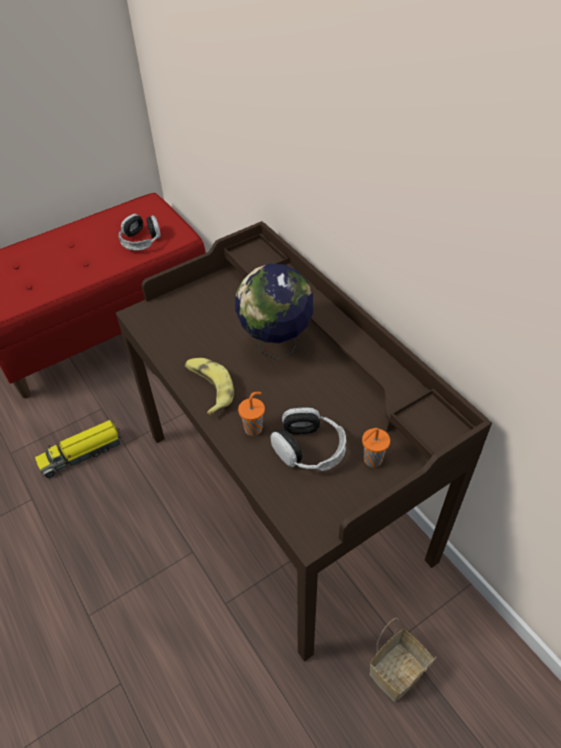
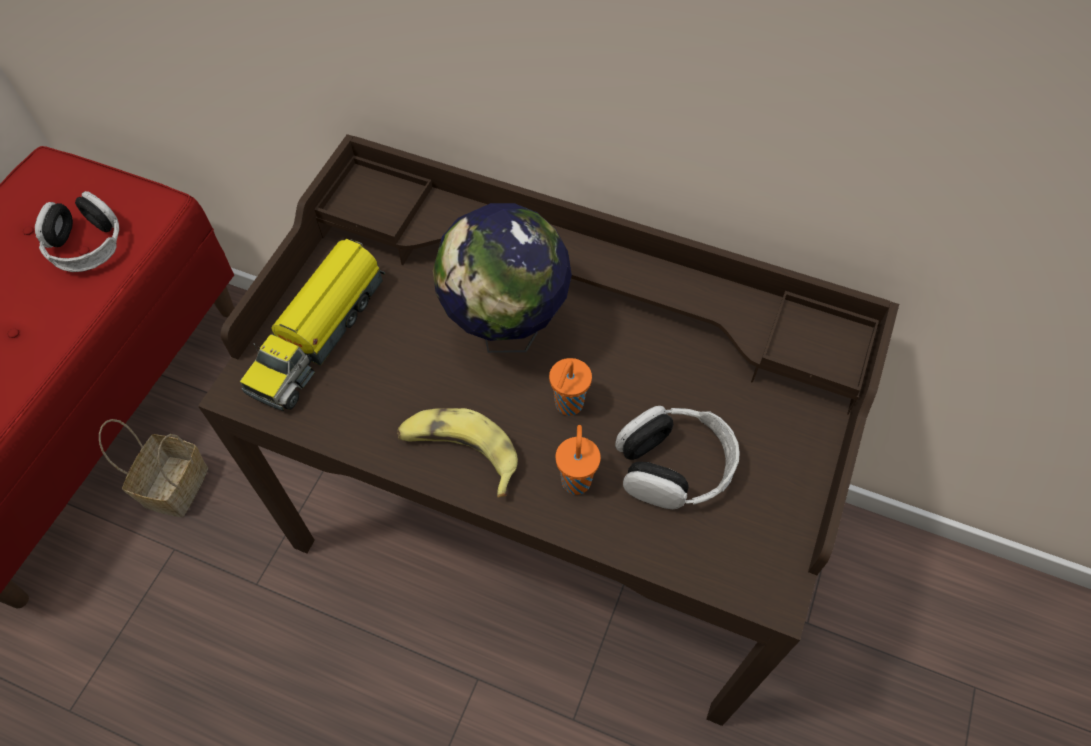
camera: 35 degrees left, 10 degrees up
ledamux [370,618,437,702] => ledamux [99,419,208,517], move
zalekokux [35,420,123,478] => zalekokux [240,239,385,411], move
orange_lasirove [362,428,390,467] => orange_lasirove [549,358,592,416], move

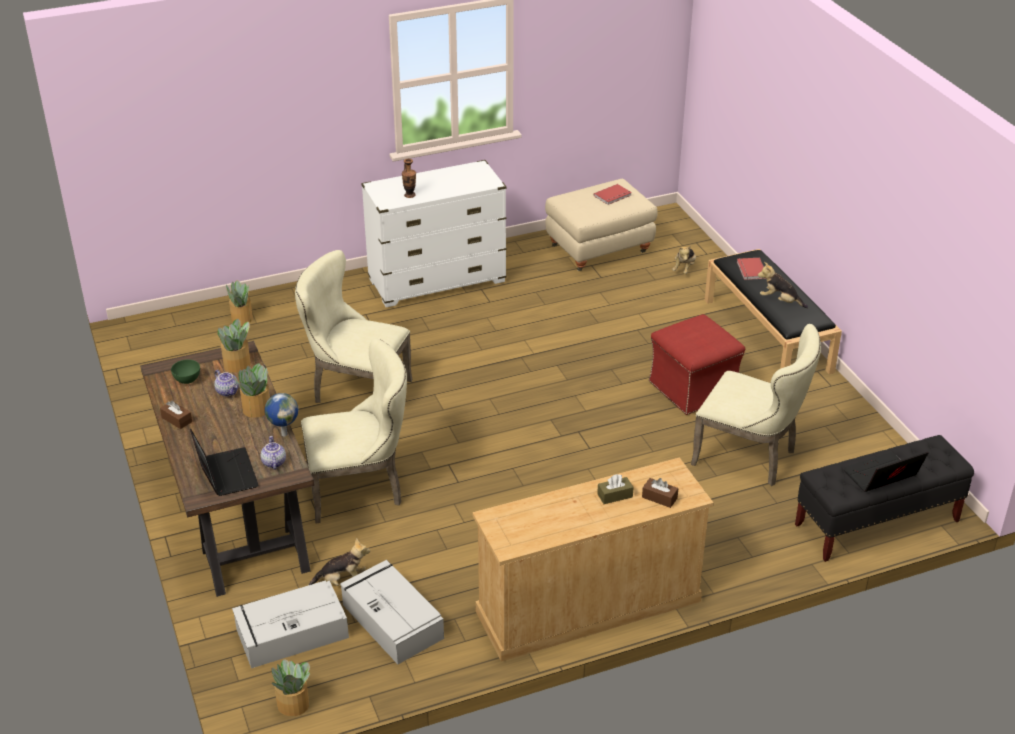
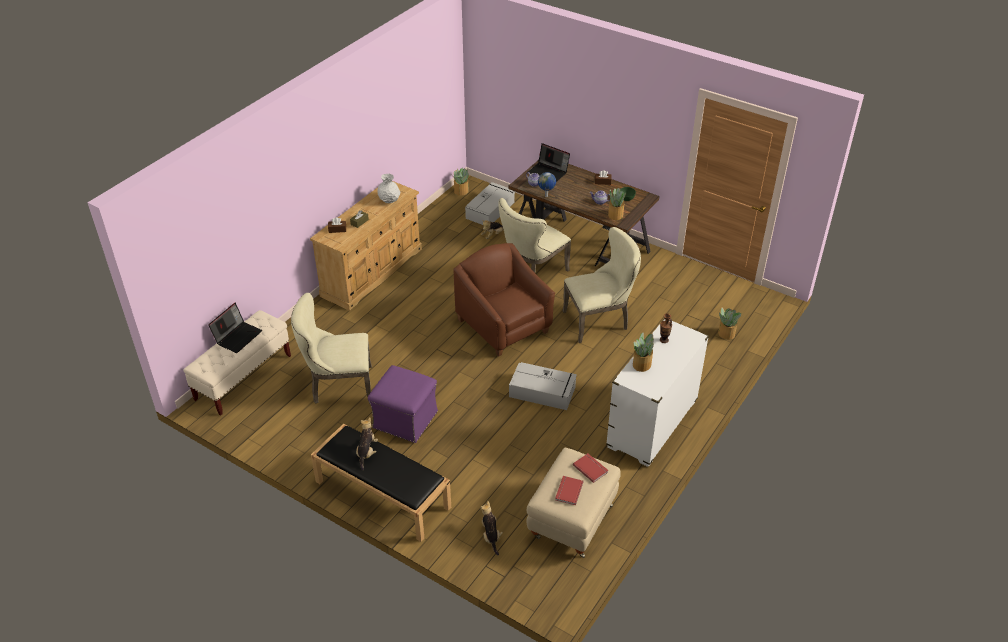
camera: 145 degrees right, 5 degrees up
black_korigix [795,435,974,562] => beige_korigix [184,310,291,415]
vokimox [758,262,808,308] => vokimox [356,417,378,471], 75 degrees counterclockwise
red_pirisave [649,314,745,415] => purple_pirisave [368,365,438,443]
nothing => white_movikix [377,174,400,203]
nothing => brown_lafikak [453,243,555,356]
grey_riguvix [340,560,444,664] => grey_riguvix [509,362,577,410], move
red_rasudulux [737,258,766,280] => red_rasudulux [573,453,609,483], move
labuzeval [232,363,270,418] => labuzeval [633,332,654,372], move

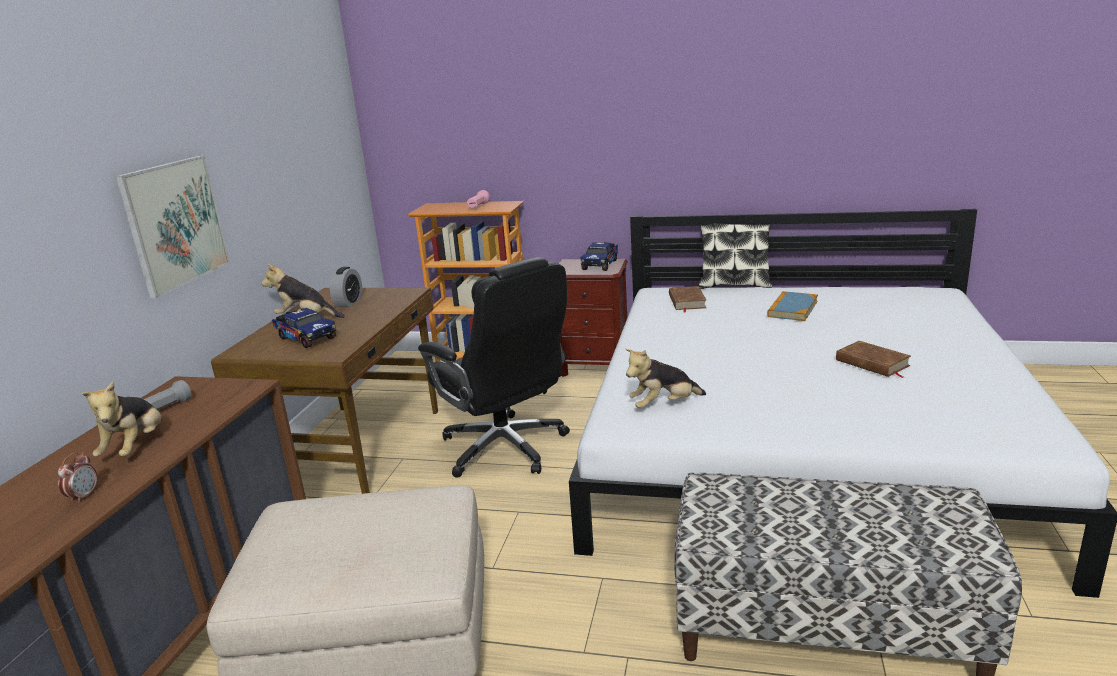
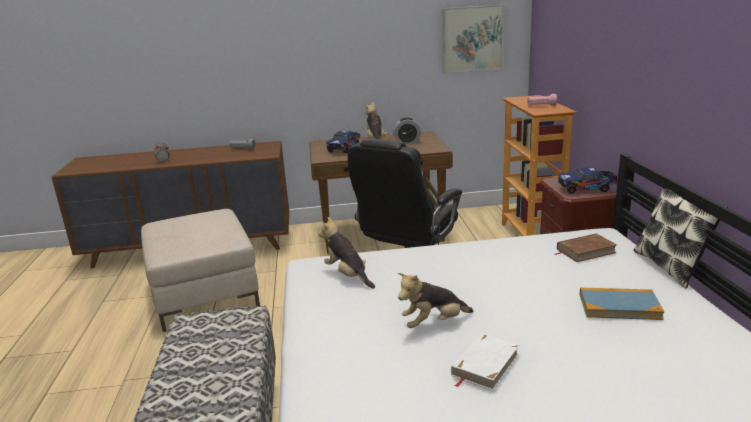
camera: 70 degrees right, 0 degrees up
vokimox [82,382,162,457] => vokimox [398,273,473,328], move
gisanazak [116,155,230,298] => gisanazak [442,5,504,73], move
brown_rasudulux [836,341,911,378] => white_rasudulux [451,333,519,391]

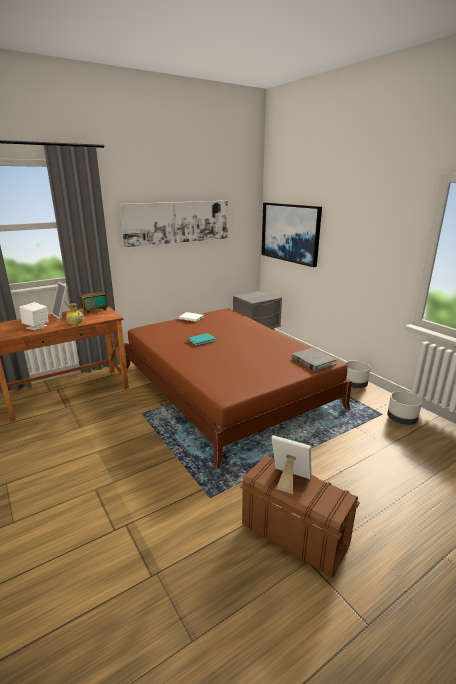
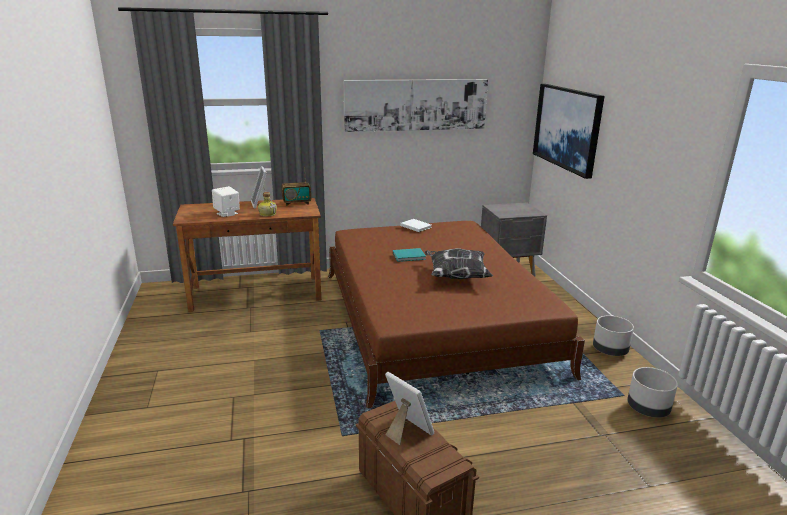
camera: 20 degrees right, 0 degrees up
nothing => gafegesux [425,248,493,279]
grey_rasudulux [292,348,336,371] => nothing

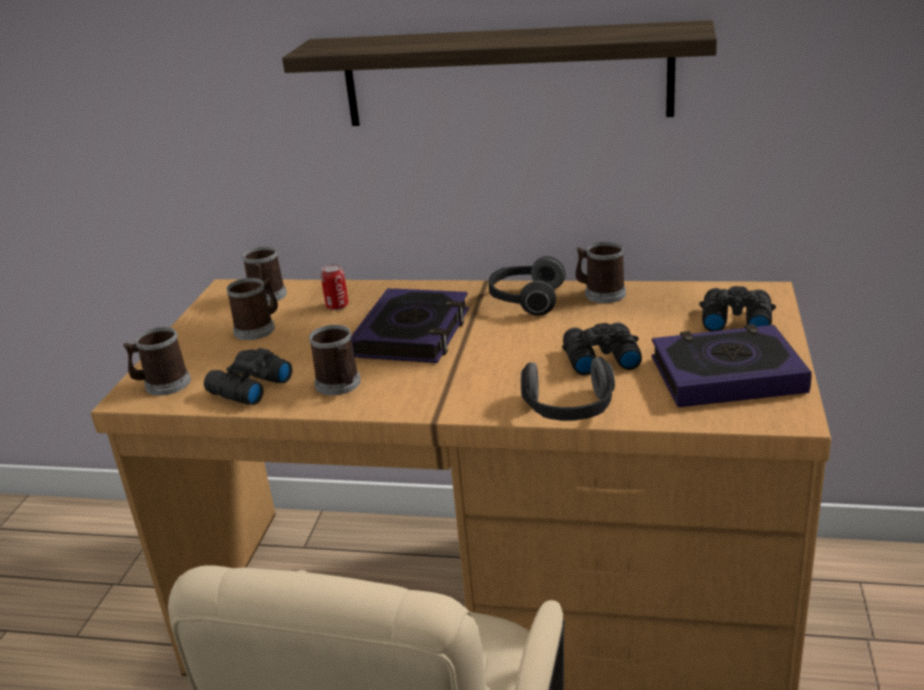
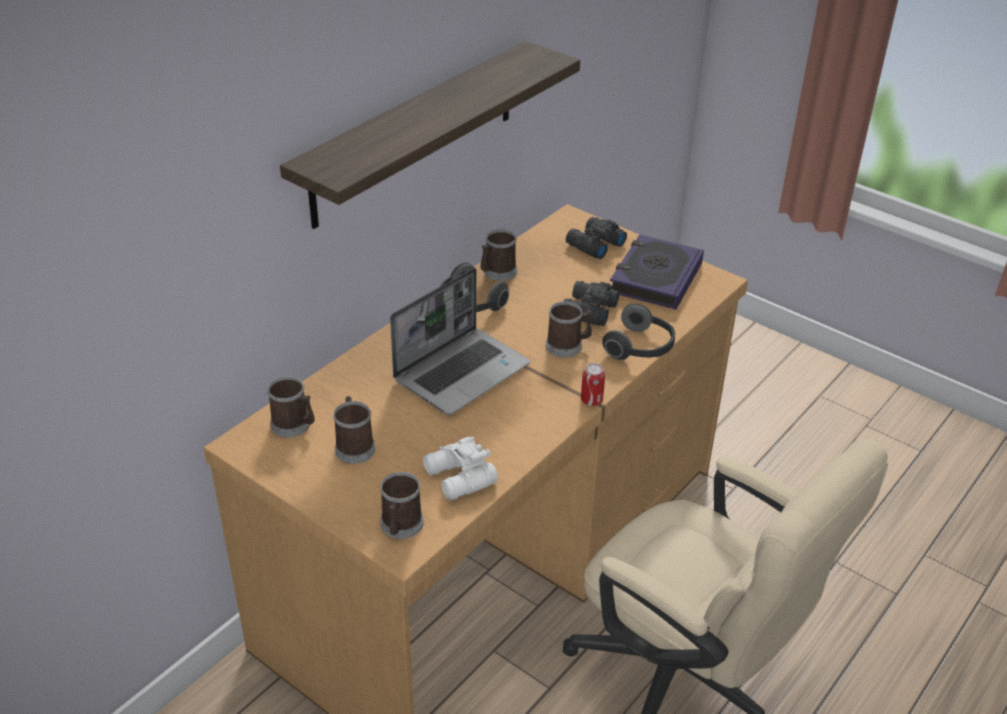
camera: 65 degrees left, 10 degrees up
rasudulux [351,288,469,363] => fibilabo [390,268,530,415]
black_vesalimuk [204,348,292,405] => white_vesalimuk [423,436,498,500]
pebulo [309,325,361,395] => pebulo [546,302,592,358], move
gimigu [321,264,349,310] => gimigu [581,363,605,406], move

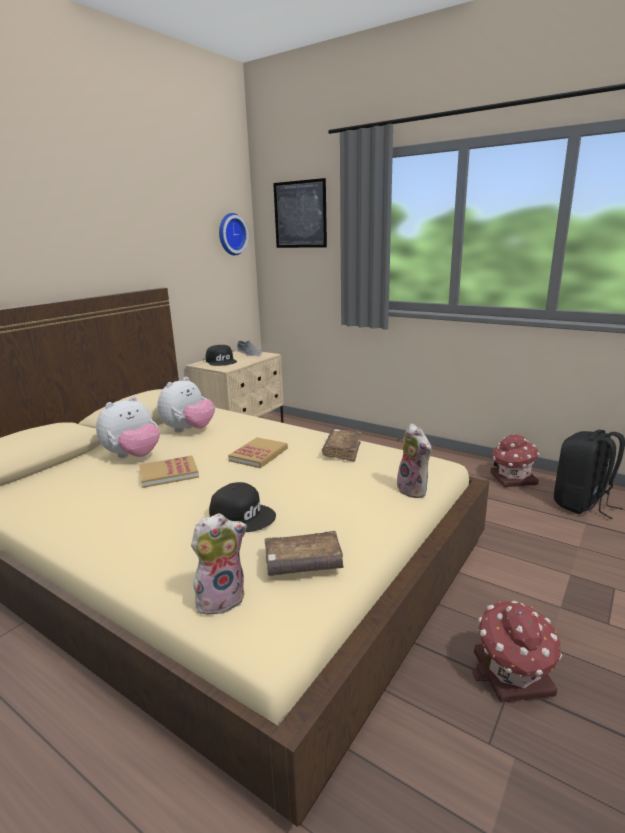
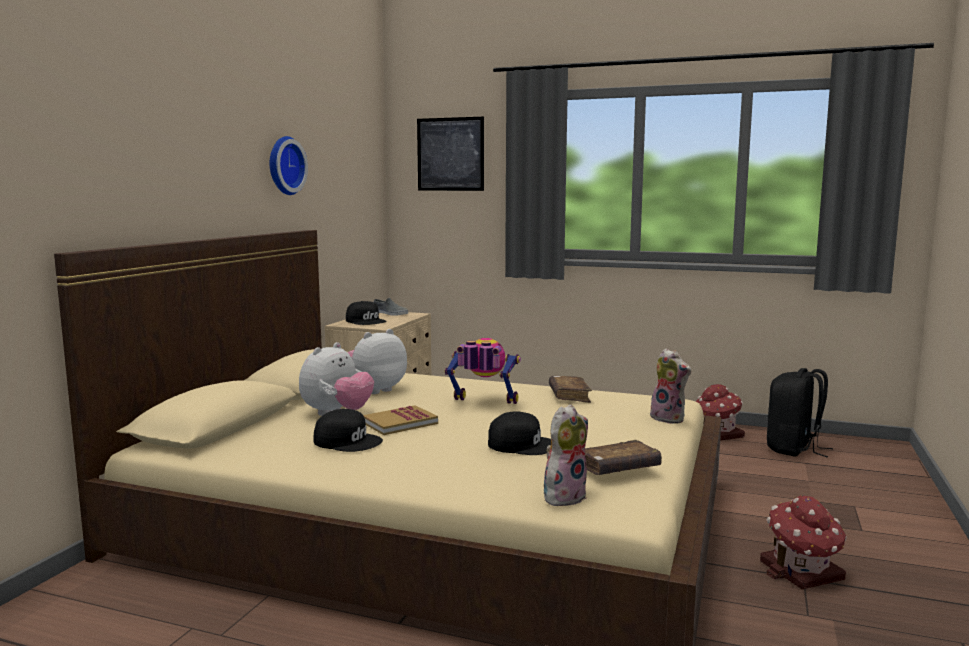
camera: 15 degrees left, 10 degrees down
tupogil [219,213,249,255] => tupogil [270,136,308,195], move
nothing => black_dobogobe [313,409,383,452]
vokimox [157,377,215,432] => vokimox [348,329,407,394], 150 degrees counterclockwise
rasudulux [228,437,288,468] => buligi [444,338,521,404]

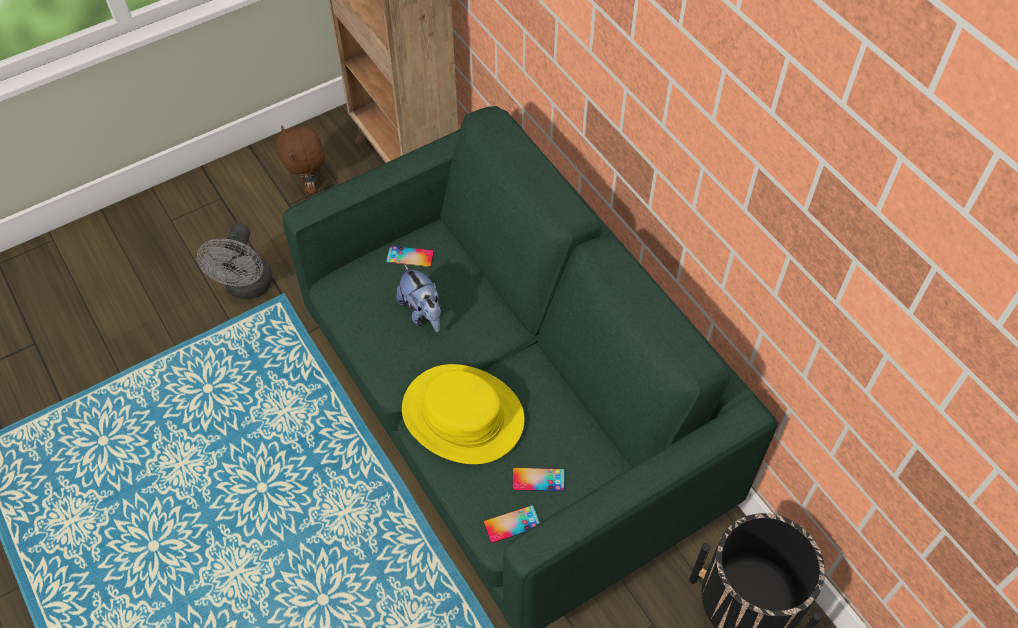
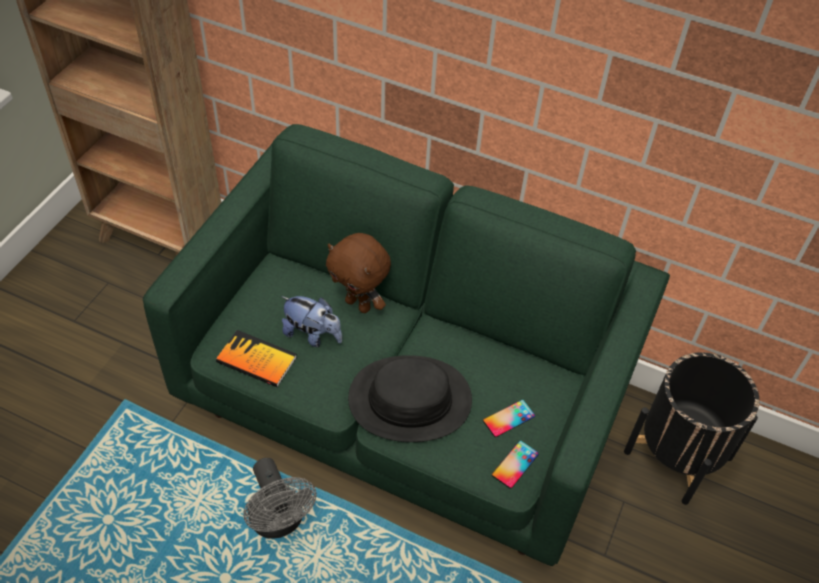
camera: 35 degrees left, 5 degrees down
nothing => rasudulux [216,330,297,387]
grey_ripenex [197,223,273,299] => grey_ripenex [243,458,317,539], move
brown_vokimox [276,125,325,194] => brown_vokimox [326,233,391,313], move
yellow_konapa [402,364,525,464] => black_konapa [348,355,472,442]
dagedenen [386,246,434,268] => nothing

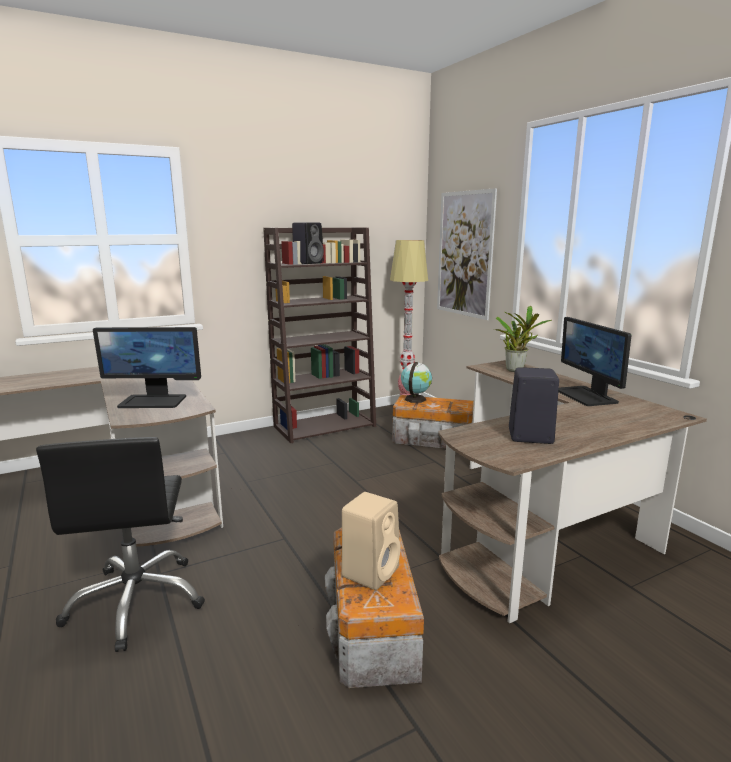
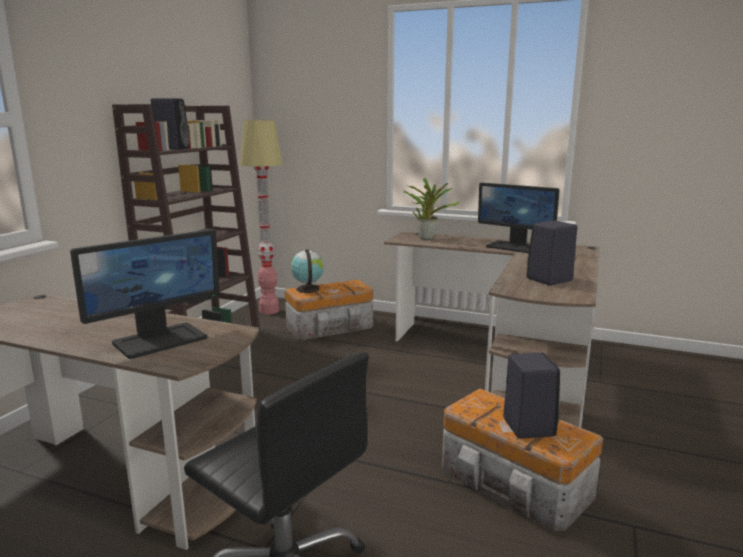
camera: 40 degrees left, 0 degrees up
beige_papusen [341,492,401,590] => black_papusen [503,352,560,439]
gisanazak [437,188,497,320] => nothing

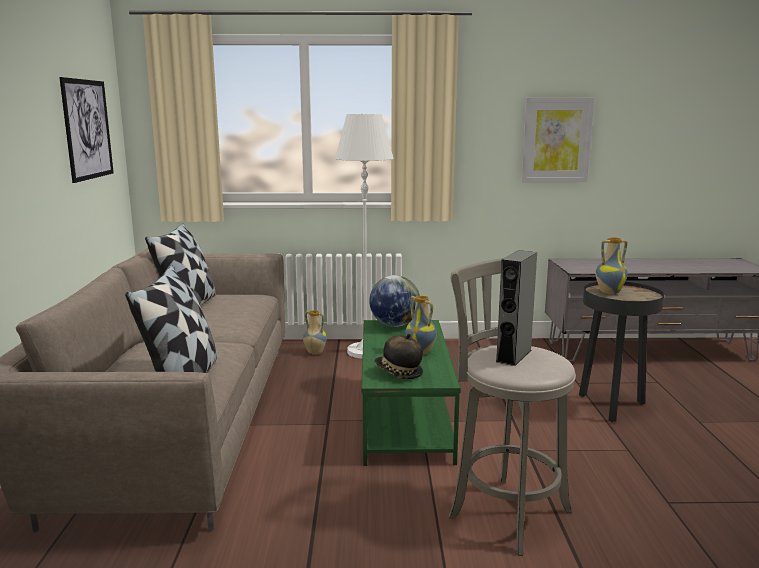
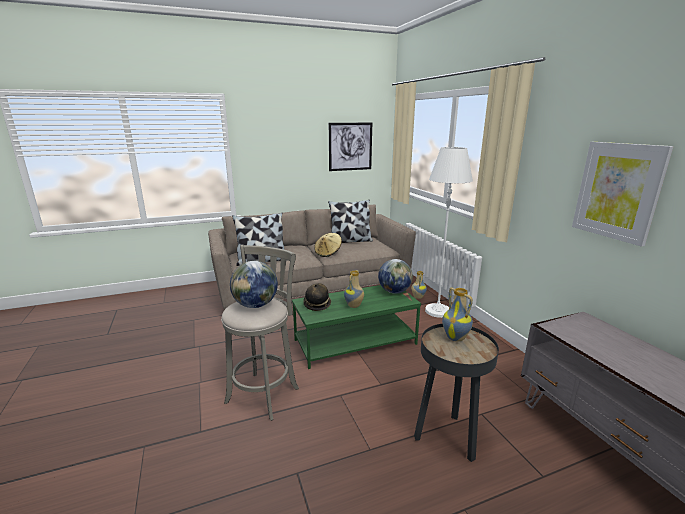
camera: 70 degrees right, 5 degrees up
grey_papusen [496,250,537,366] => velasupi [230,261,278,308]
nothing => beige_konapa [314,233,342,257]

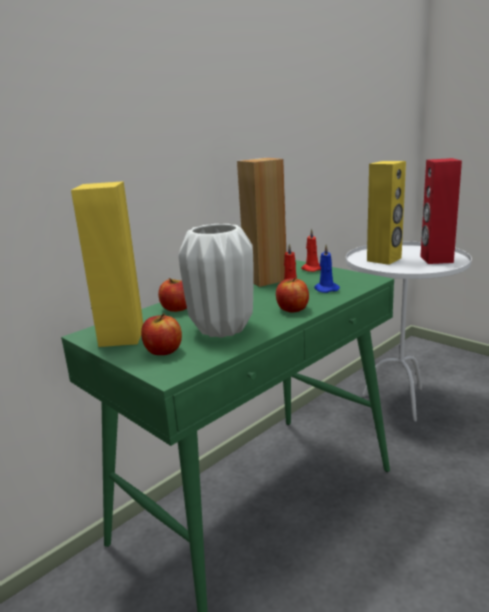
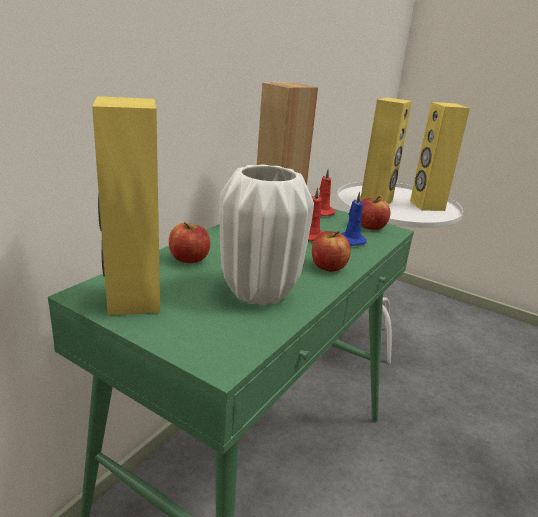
camera: 15 degrees left, 5 degrees up
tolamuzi [141,313,182,355] => tolamuzi [361,196,391,230], move
red_papusen [420,158,462,264] => yellow_papusen [410,102,470,211]

